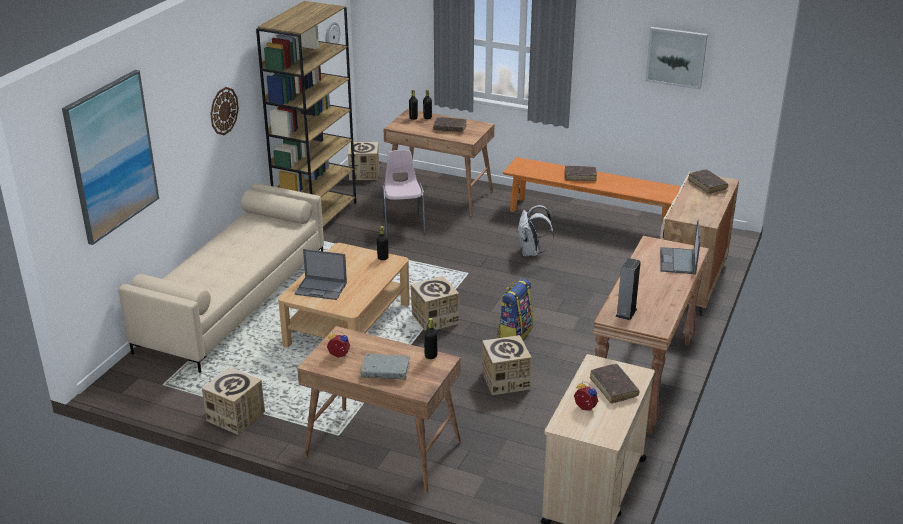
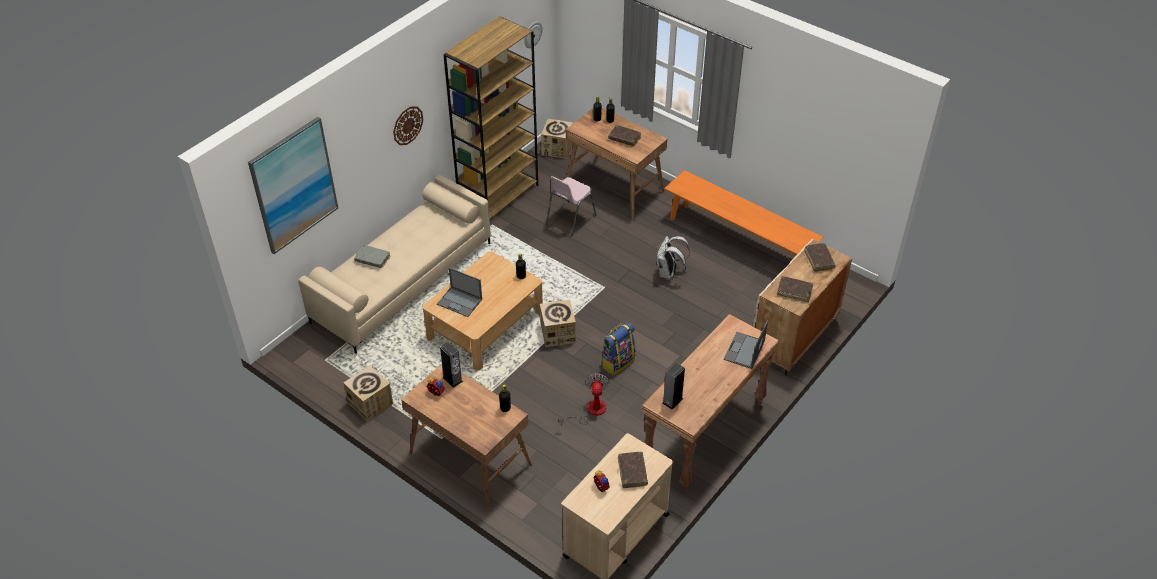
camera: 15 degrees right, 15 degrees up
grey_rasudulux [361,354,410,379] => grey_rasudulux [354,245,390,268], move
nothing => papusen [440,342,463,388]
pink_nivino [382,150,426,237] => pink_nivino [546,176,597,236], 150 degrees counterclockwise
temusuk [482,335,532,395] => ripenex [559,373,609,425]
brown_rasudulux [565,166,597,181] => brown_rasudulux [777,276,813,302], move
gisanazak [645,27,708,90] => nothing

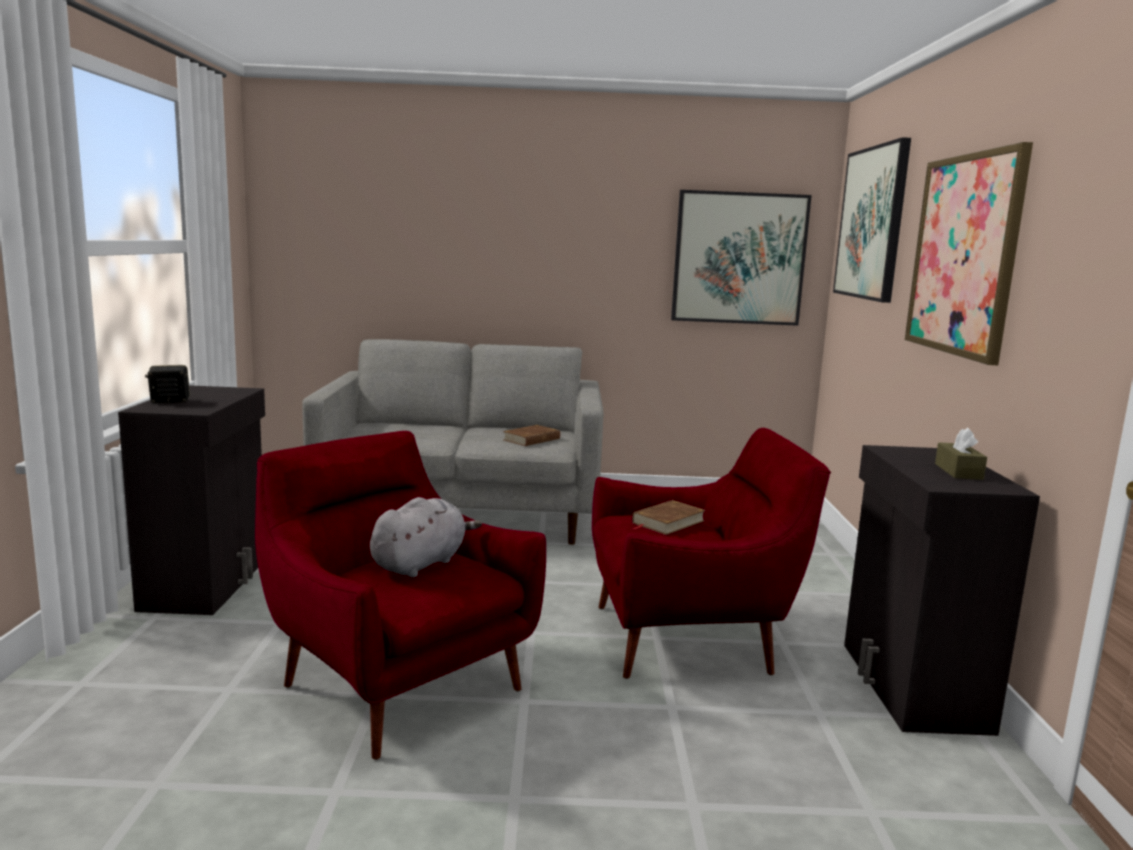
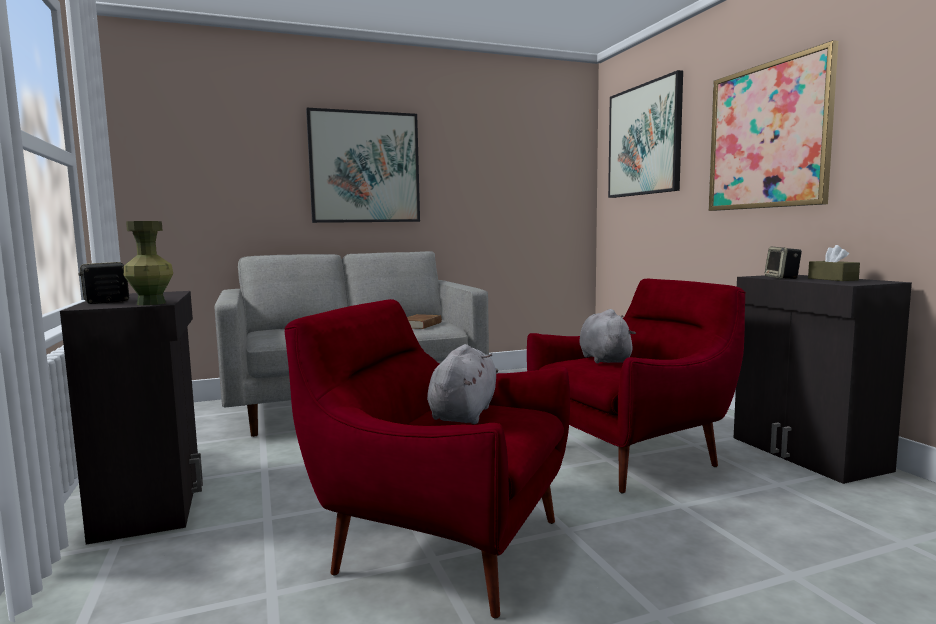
camera: 20 degrees left, 5 degrees down
nothing => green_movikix [124,221,173,305]
gisanazak [671,190,812,326] => gisanazak [306,108,420,223], move
brown_rasudulux [632,500,706,535] => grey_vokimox [579,309,636,363]
nothing => papusen [765,247,802,279]

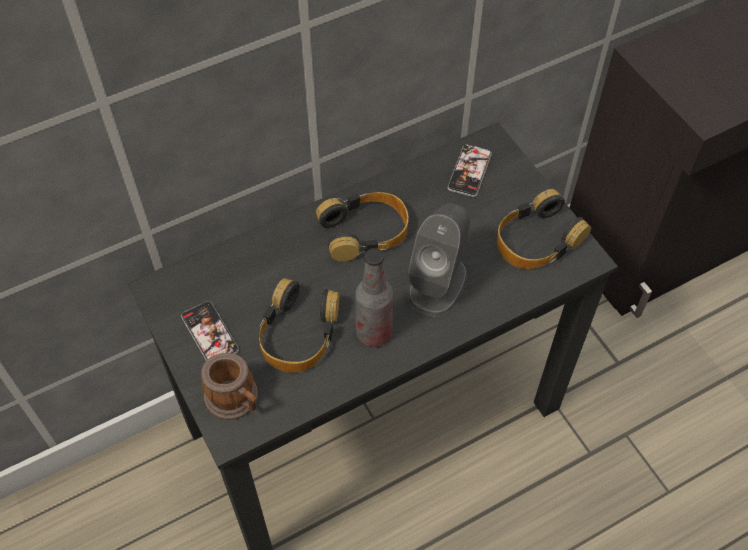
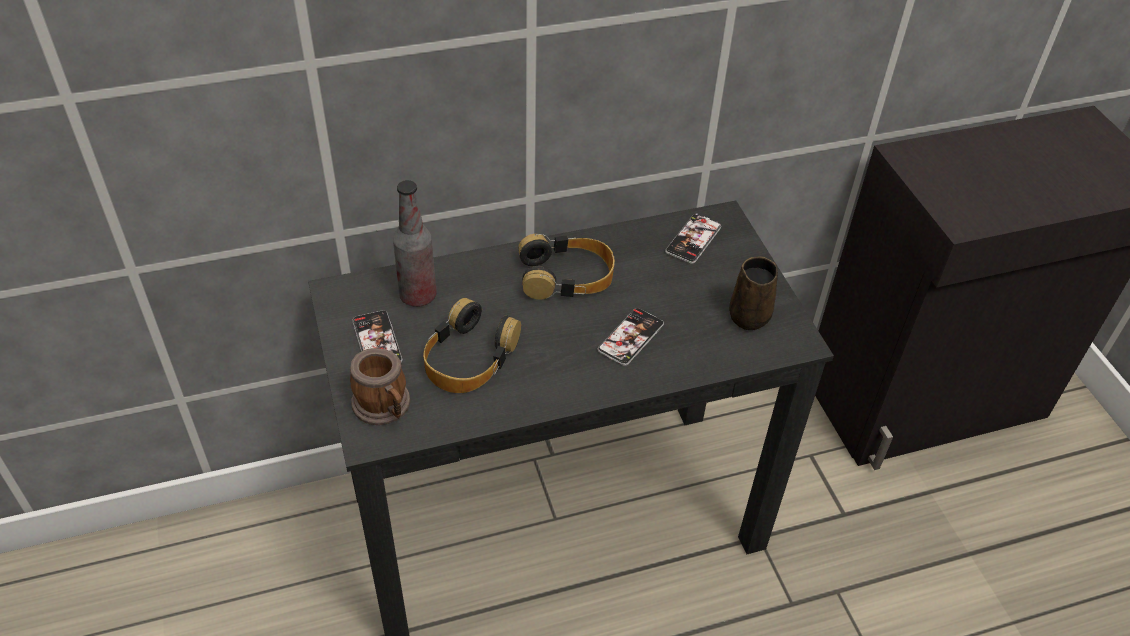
camera: 10 degrees right, 10 degrees down
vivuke [355,248,393,347] => vivuke [393,180,436,307], move
grey_papusen [408,203,470,317] => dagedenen [598,308,664,366]
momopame [497,189,591,269] => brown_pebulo [729,256,778,330]

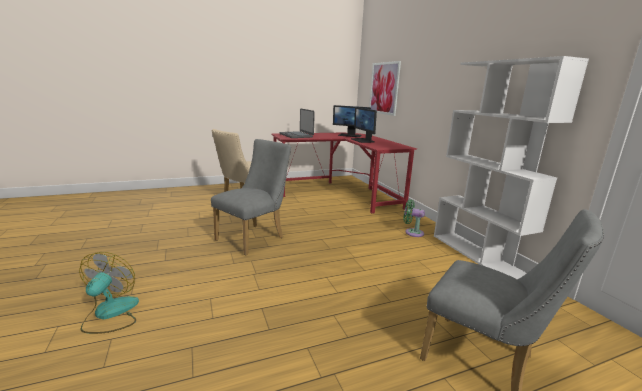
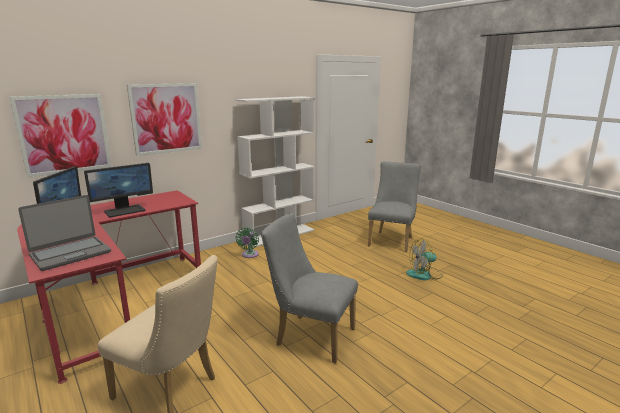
camera: 105 degrees left, 0 degrees up
nothing => gisanazak [127,83,202,156]
ripenex [79,252,139,334] => ripenex [406,239,443,280], move

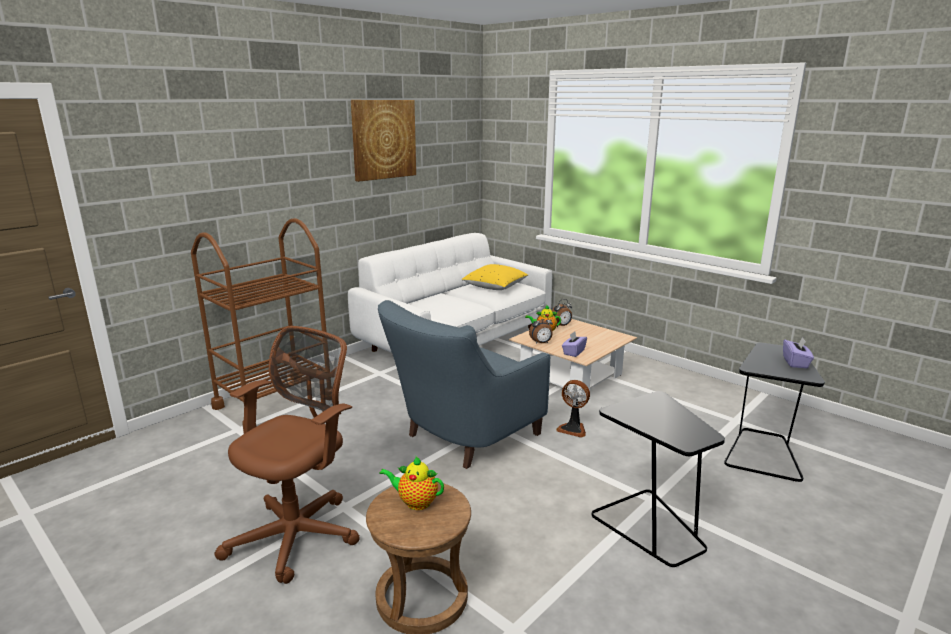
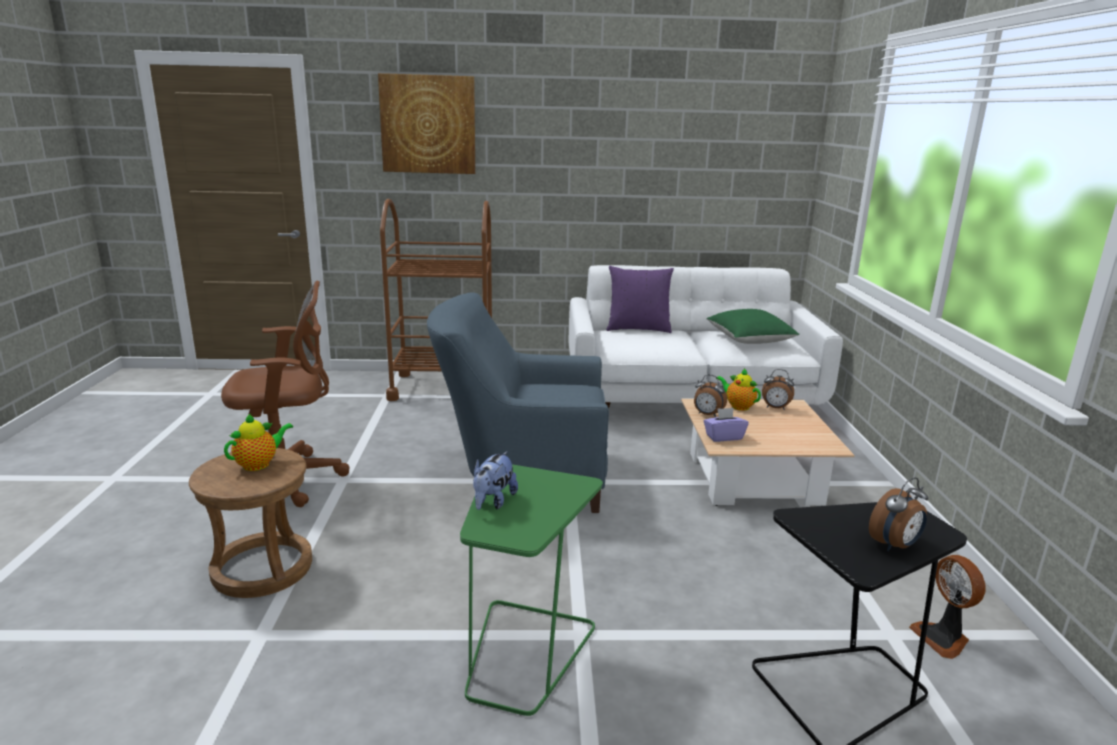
camera: 45 degrees right, 0 degrees up
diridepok [379,456,444,510] => diridepok [224,413,293,471], 75 degrees clockwise
gisanazak [351,100,416,182] => gisanazak [378,73,475,174], move
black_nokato [591,391,725,567] => green_nokato [460,464,603,716]
nothing => vokimox [473,451,518,510]
nothing => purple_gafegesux [606,266,674,333]
yellow_gafegesux [461,264,528,290] => green_gafegesux [707,309,800,344]
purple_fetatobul [783,337,814,368] => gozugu [869,477,928,551]
ripenex [556,380,590,438] => ripenex [909,555,986,659], move

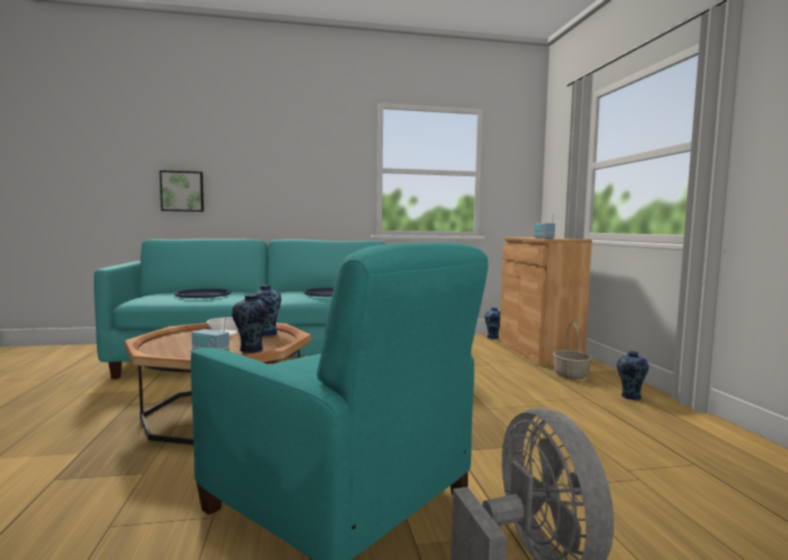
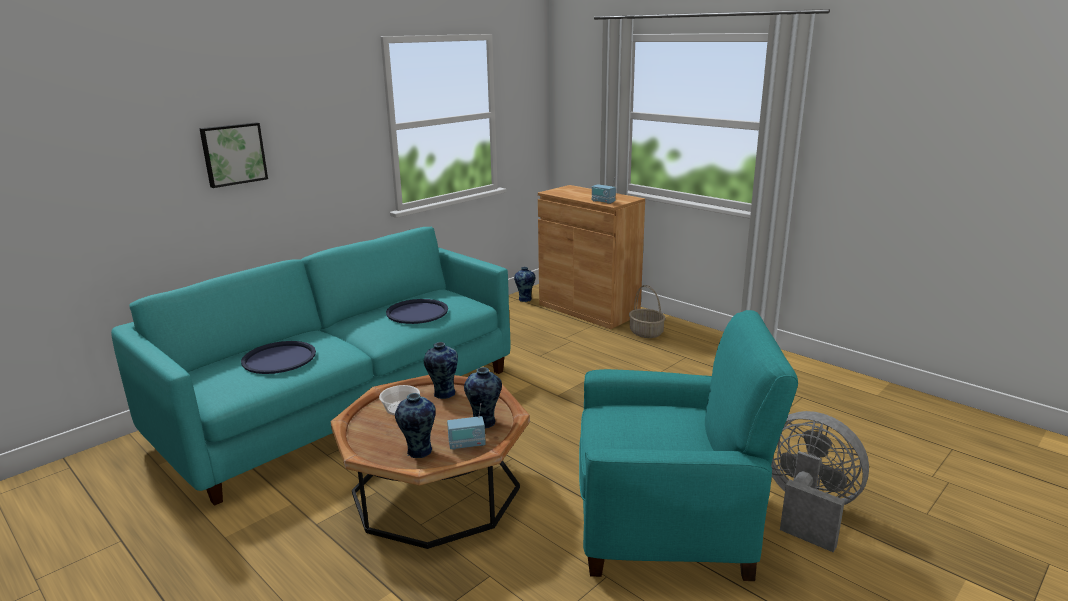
camera: 35 degrees left, 15 degrees up
gisanazak [159,170,204,212] => gisanazak [199,122,268,188], move
movikix [617,351,649,400] => movikix [395,393,436,458], move

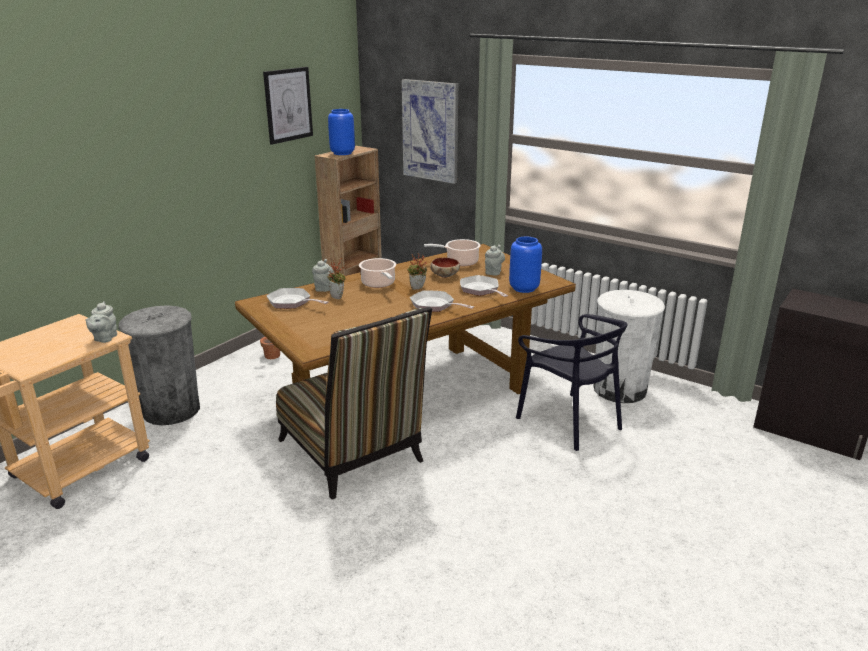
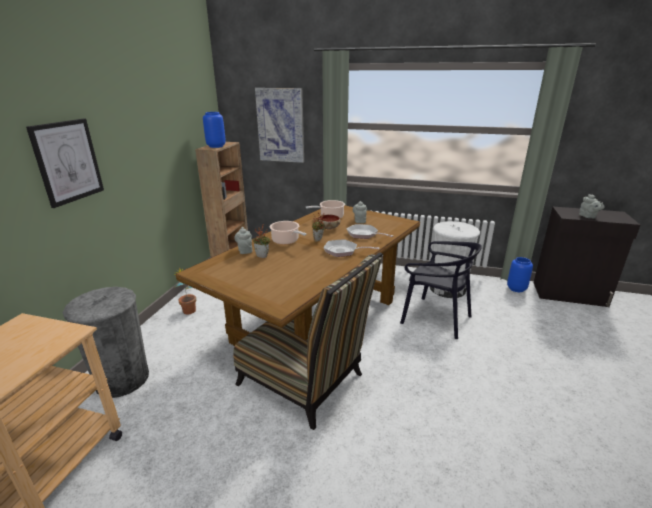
camera: 20 degrees left, 0 degrees up
gisanazak [263,67,313,145] => gisanazak [26,119,104,208], move
blue_movikix [509,237,542,293] => blue_movikix [507,257,533,292], move
grey_diridepok [85,301,117,343] => grey_diridepok [579,194,605,218], move
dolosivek [266,288,328,309] => nothing

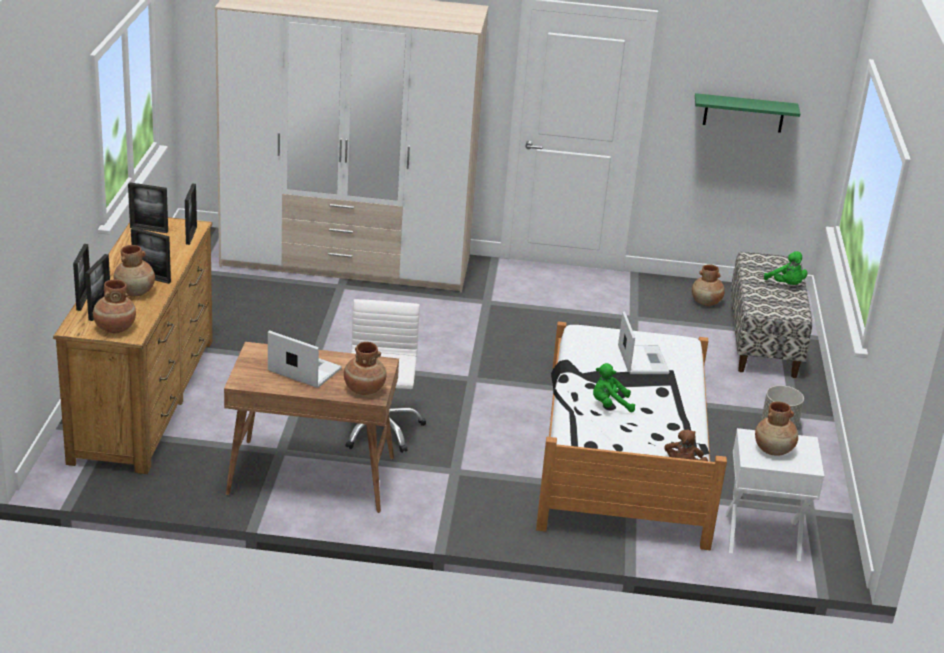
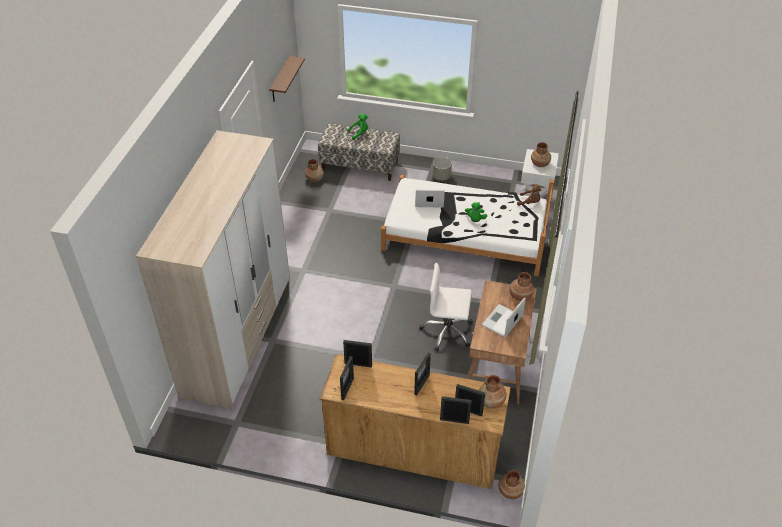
camera: 80 degrees left, 15 degrees up
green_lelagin [695,93,801,133] => brown_lelagin [269,56,305,102]
brown_movikix [114,245,155,296] => brown_movikix [498,470,525,499], move

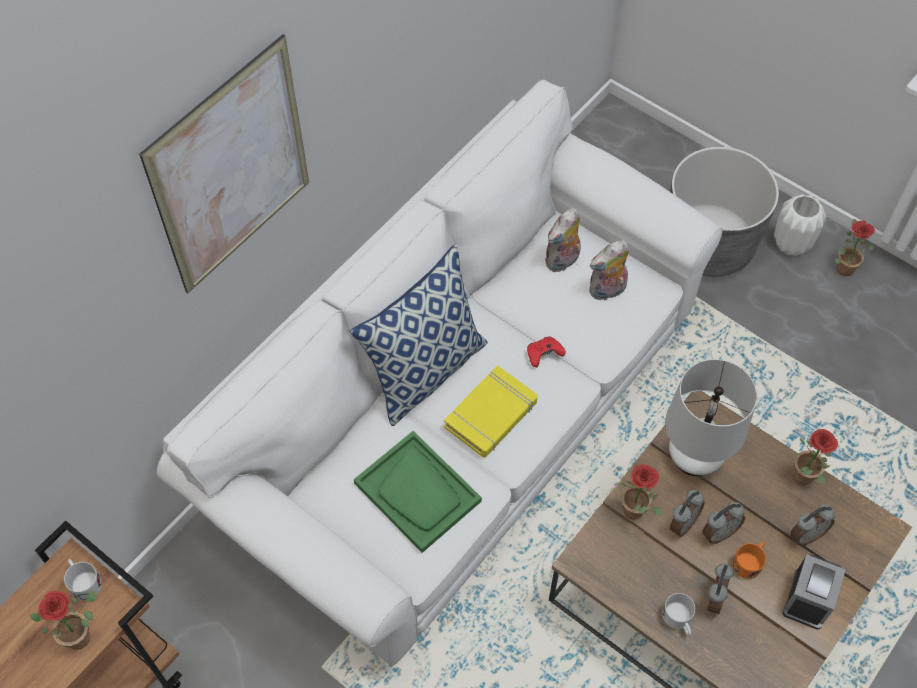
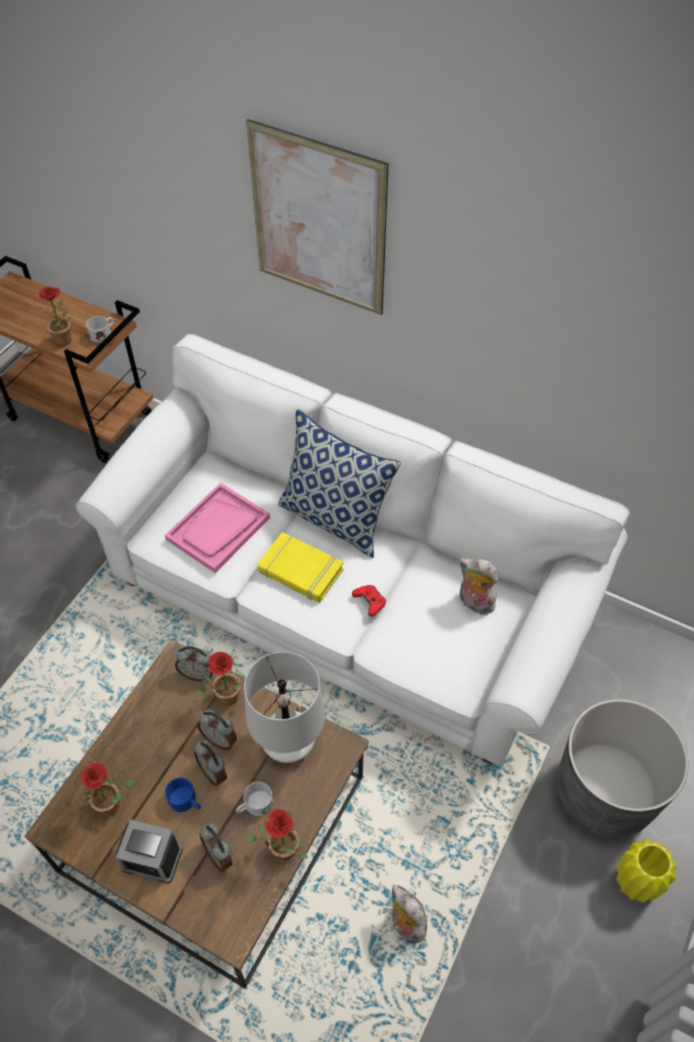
camera: 80 degrees right, 5 degrees down
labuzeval [835,219,875,276] => labuzeval [80,763,134,816], move
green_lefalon [354,431,482,553] => pink_lefalon [165,483,270,573]
orange_pebulo [732,542,766,579] => blue_pebulo [165,778,201,812]
gozugu [707,564,734,614] => gozugu [175,646,213,682], move
white_pebulo [662,593,695,636] => white_pebulo [236,782,273,816], move
vokimox [589,240,629,301] => vokimox [391,885,429,944], move
white_movikix [774,194,826,256] => yellow_movikix [616,839,677,903]

